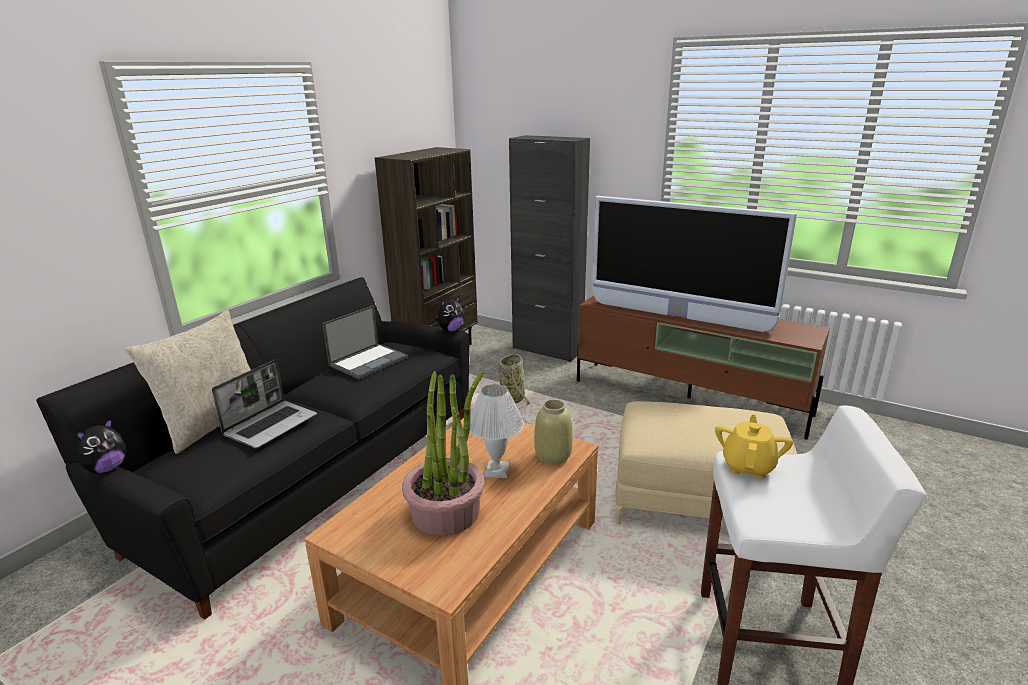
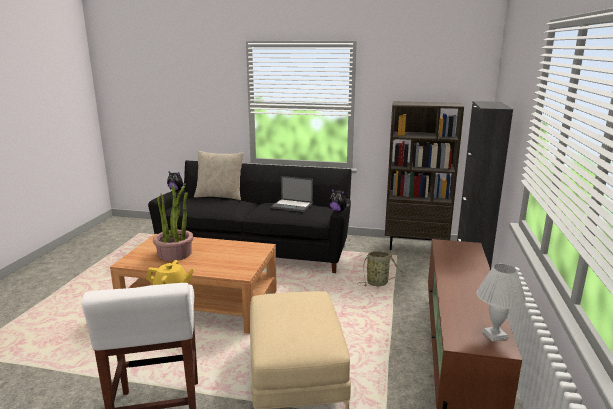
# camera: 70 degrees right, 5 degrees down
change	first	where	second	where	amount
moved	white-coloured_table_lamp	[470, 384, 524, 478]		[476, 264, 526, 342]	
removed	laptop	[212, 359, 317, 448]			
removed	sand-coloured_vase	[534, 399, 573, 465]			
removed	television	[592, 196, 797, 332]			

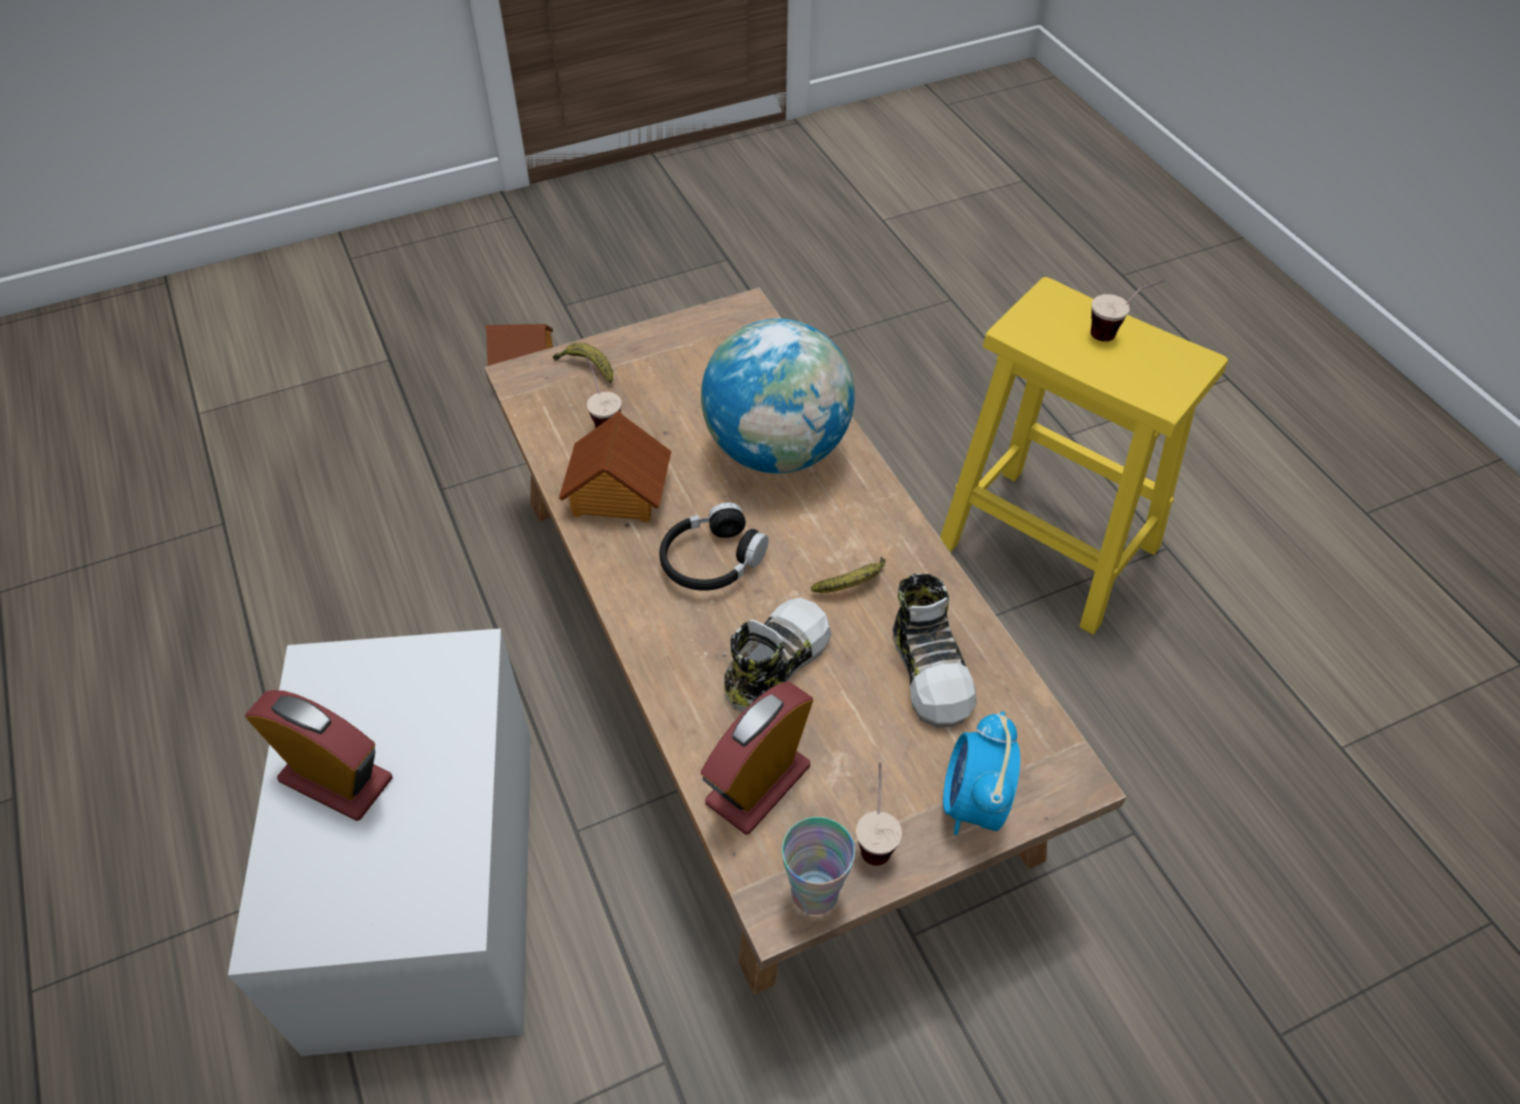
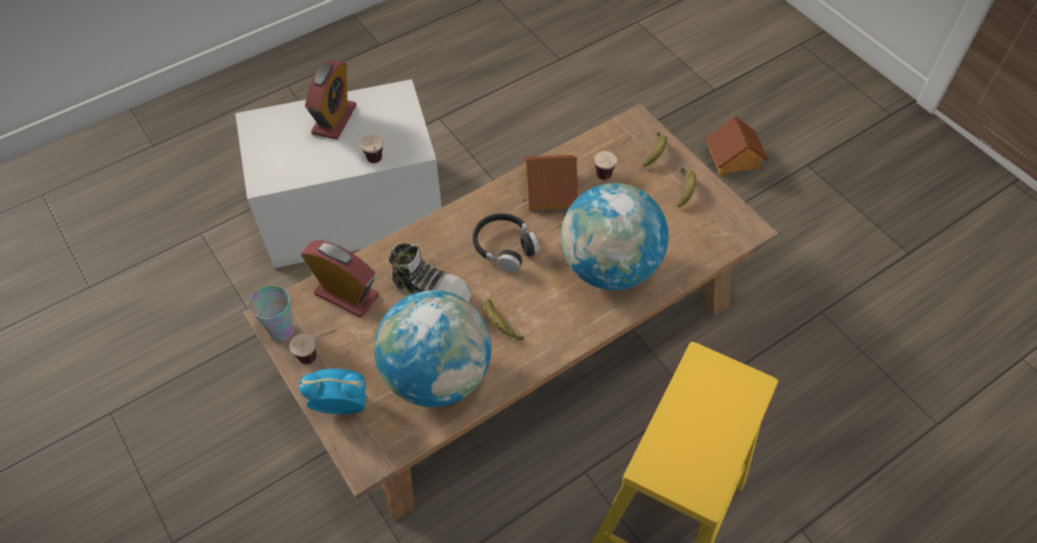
# camera: 80 degrees right, 5 degrees up
change	first	where	second	where	amount
moved	drinking_cup	[1091, 280, 1164, 342]		[360, 135, 383, 163]	
replaced	low_shoe	[893, 573, 977, 728]	globe	[374, 290, 491, 407]	
added			whole_banana	[678, 168, 696, 207]	

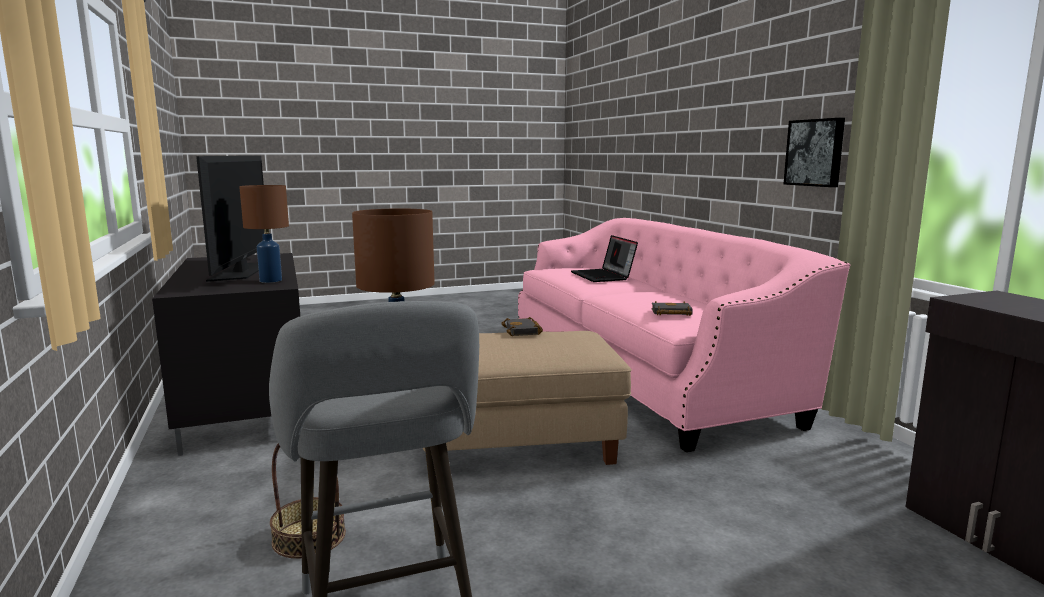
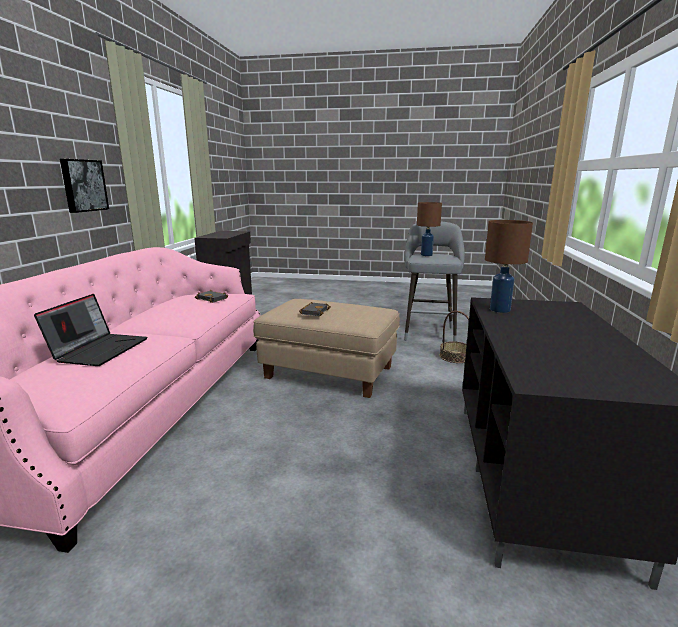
# camera: 150 degrees left, 5 degrees up
change	first	where	second	where	amount
removed	television	[196, 156, 264, 282]			

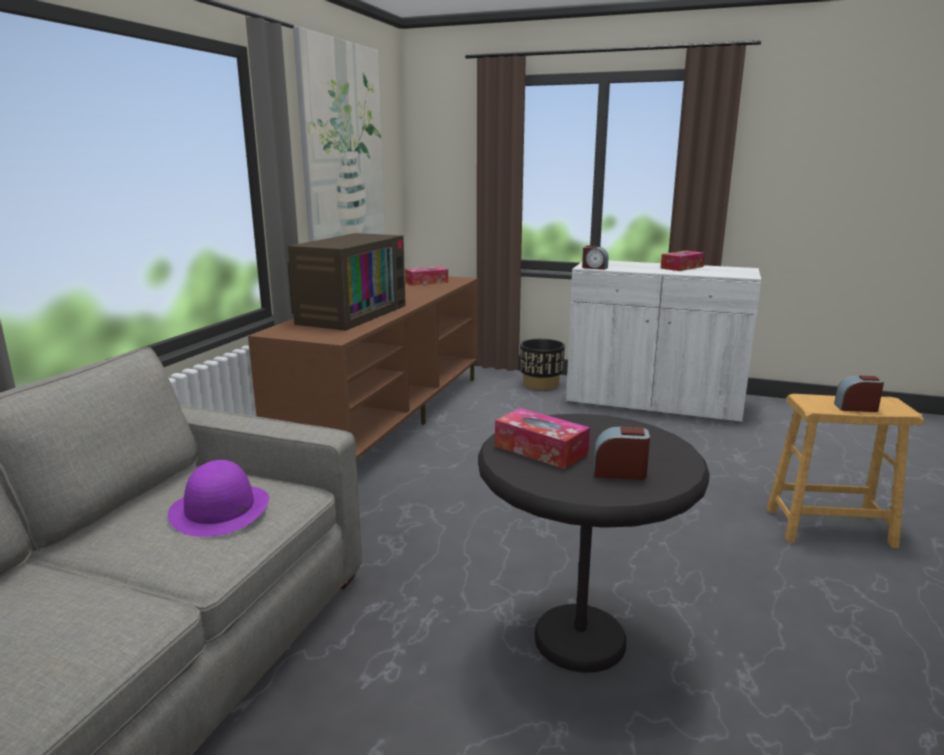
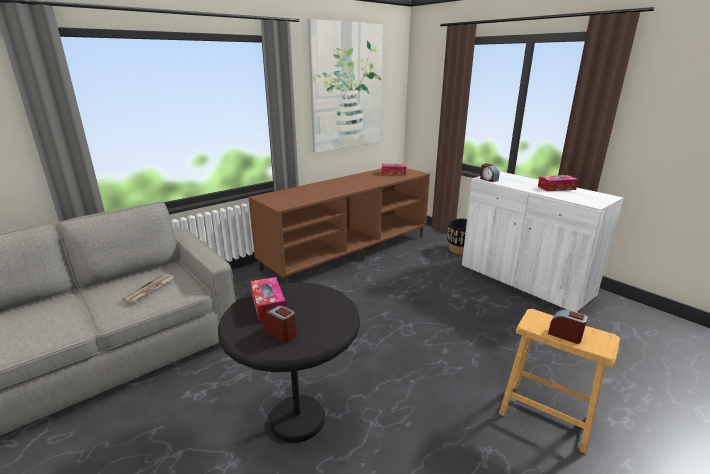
# camera: 30 degrees right, 5 degrees up
change	first	where	second	where	amount
replaced	purple-coloured_wearable_hat	[168, 460, 269, 537]	daily_paper	[122, 274, 174, 303]	
removed	television	[288, 233, 406, 331]			

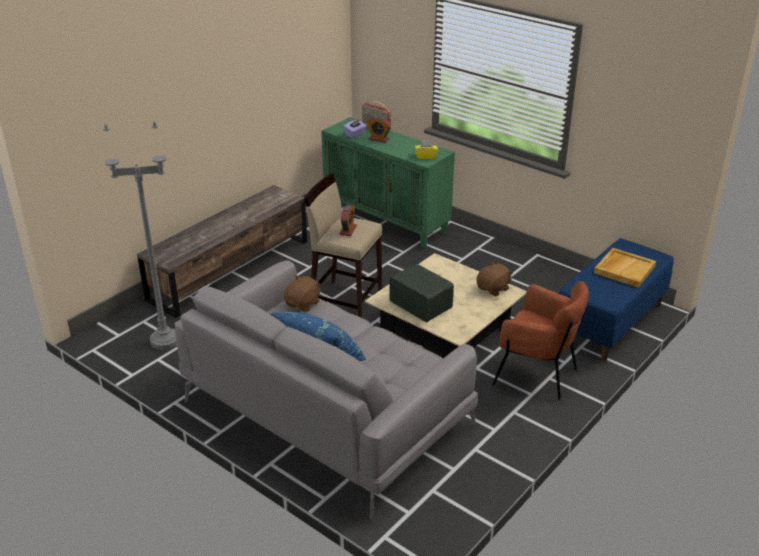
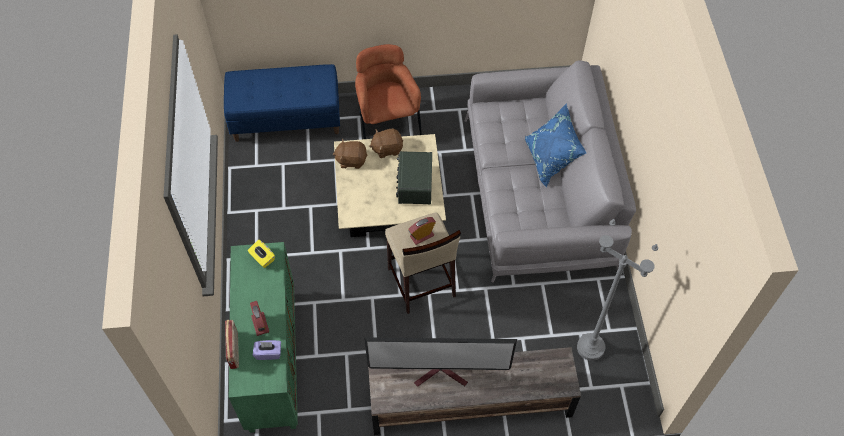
# camera: 135 degrees left, 25 degrees up
change	first	where	second	where	amount
added			television	[364, 337, 517, 387]	
moved	brownish_plush_toy	[284, 276, 321, 312]		[369, 129, 403, 158]	
removed	sand-coloured_carrying_tray	[594, 248, 656, 288]			

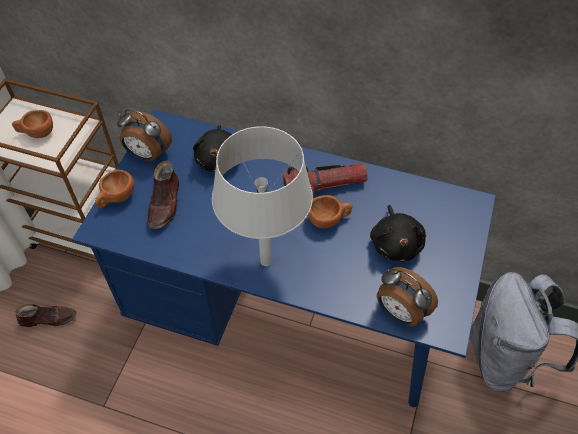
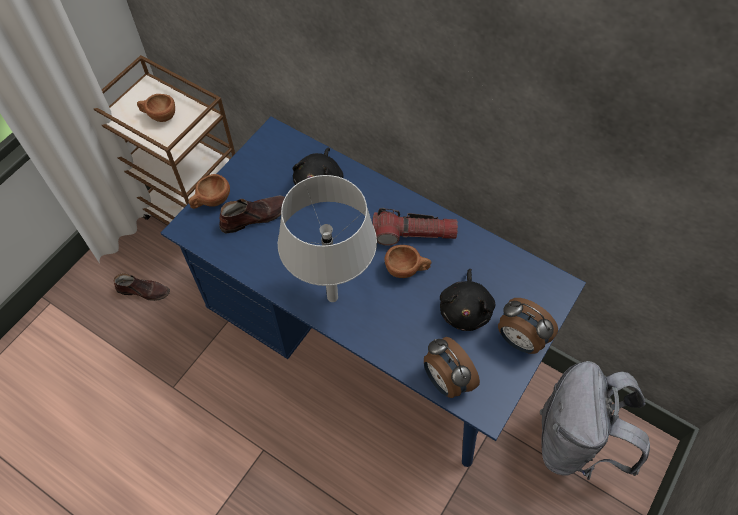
# camera: 15 degrees right, 5 degrees up
change	first	where	second	where	amount
turned	brownish_low_shoe	[147, 161, 179, 229]		[219, 195, 285, 234]	135 degrees counterclockwise
moved	alarm_clock	[117, 109, 172, 161]		[498, 298, 558, 354]	

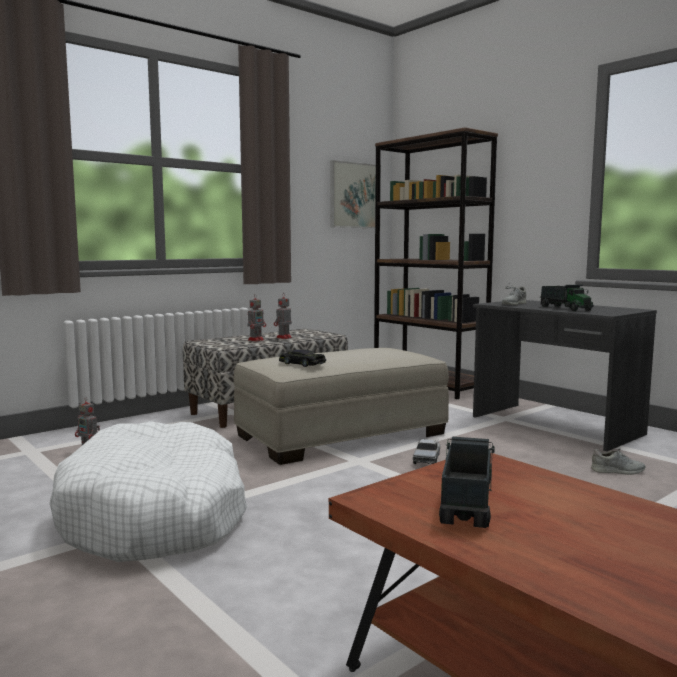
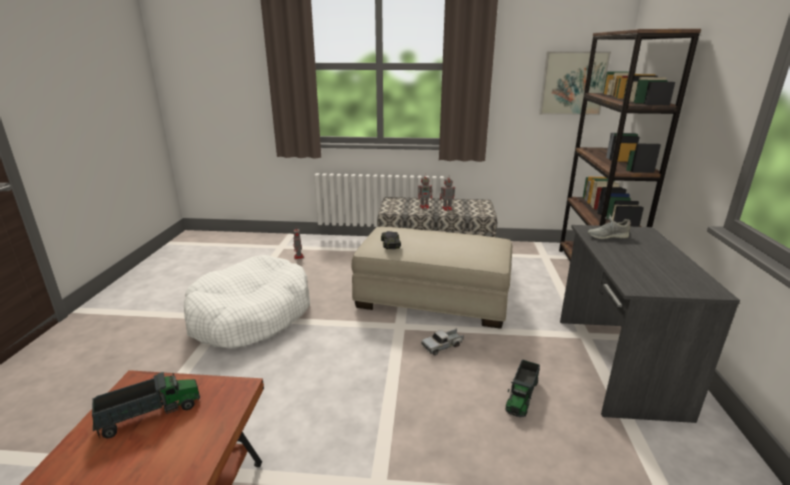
# camera: 45 degrees right, 15 degrees up
change	first	where	second	where	amount
moved	model_truck	[541, 285, 593, 311]		[506, 360, 540, 417]	
removed	greyish_low_shoe	[591, 449, 646, 475]			

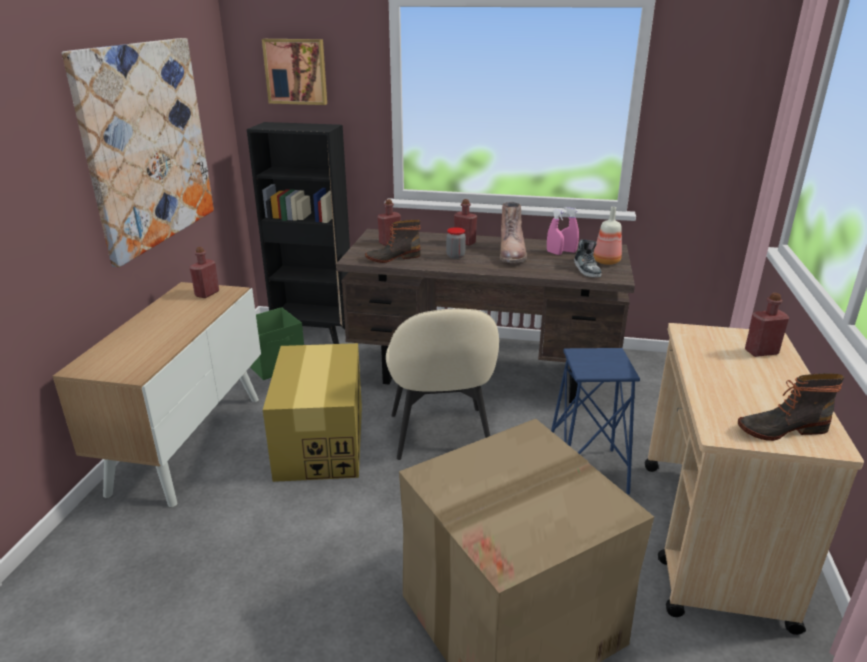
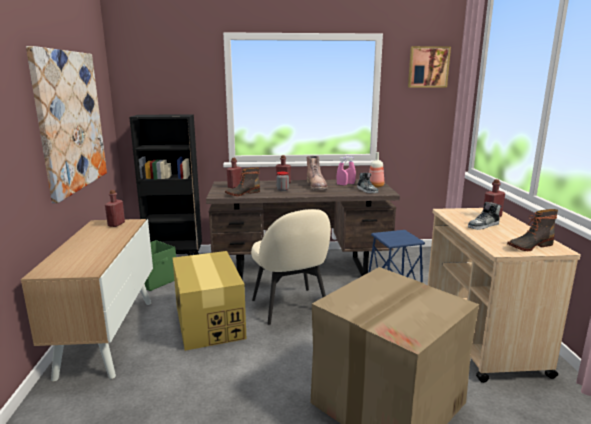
# camera: 15 degrees left, 10 degrees down
change	first	where	second	where	amount
moved	picture	[262, 39, 327, 105]		[408, 46, 451, 88]	
added			low_shoe	[468, 202, 502, 230]	

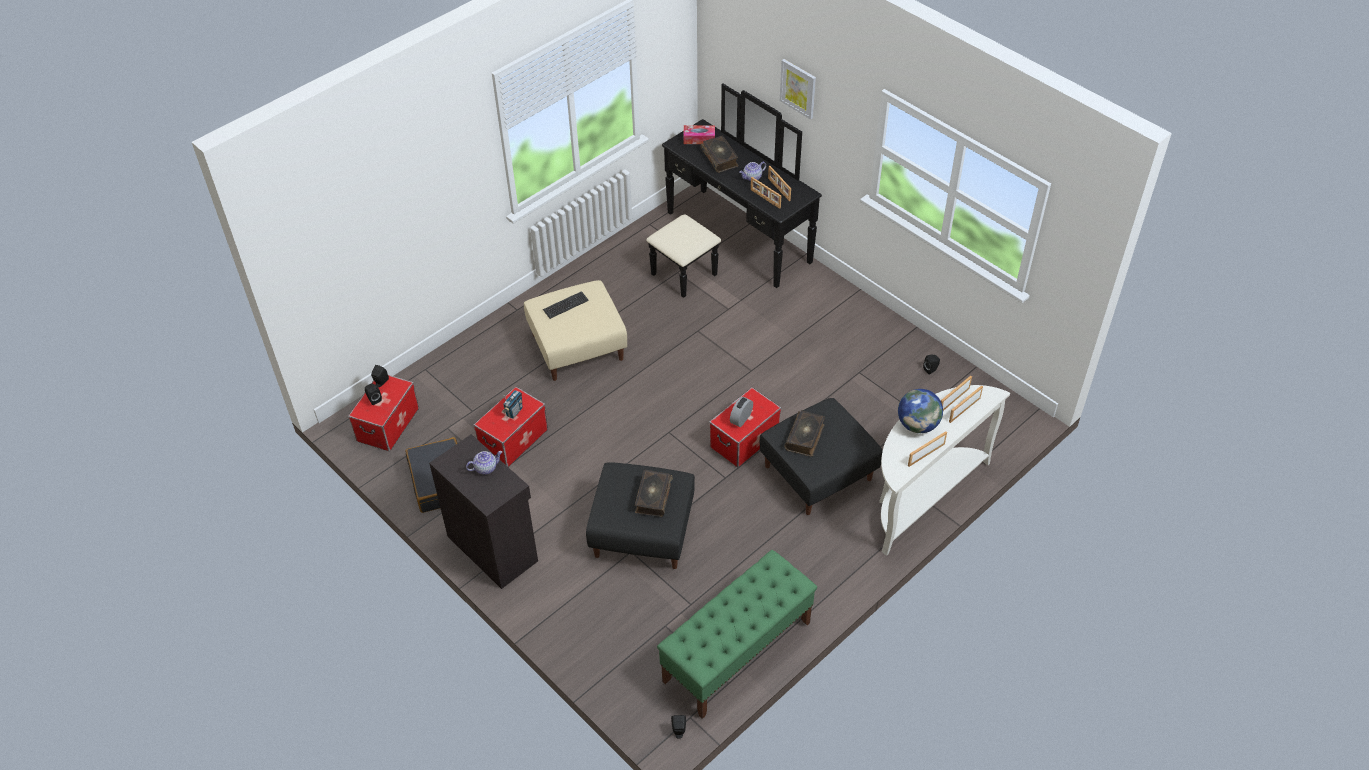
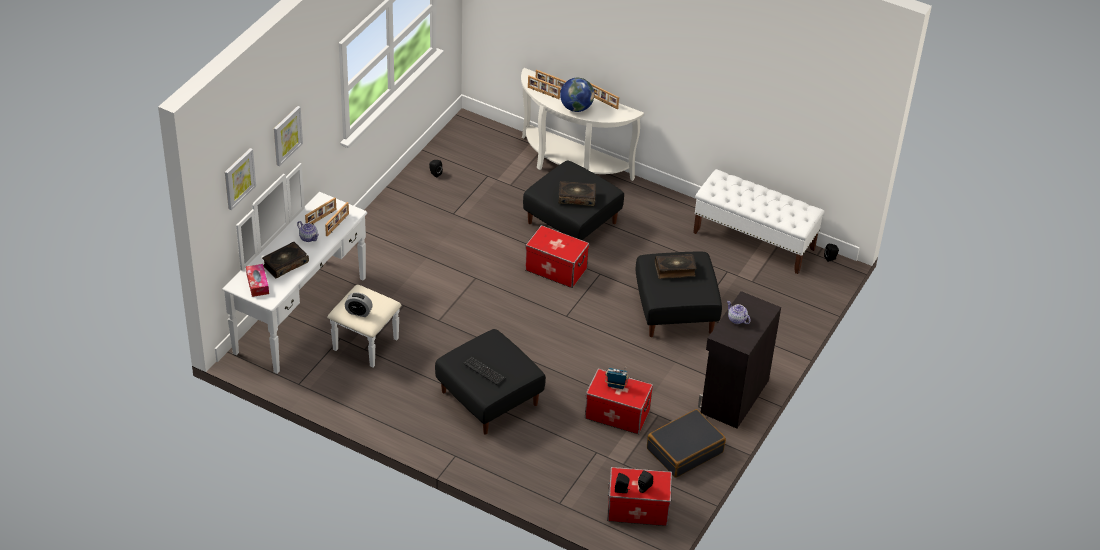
# camera: 110 degrees left, 5 degrees down
change	first	where	second	where	amount
recoloured	blackish_dresser	[646, 83, 822, 298]	white-coloured_dresser	[222, 163, 401, 374]	
added			picture	[225, 148, 256, 210]	
moved	alarm_clock	[730, 397, 753, 427]		[345, 292, 373, 317]	
recoloured	sand-coloured_footrest	[524, 280, 627, 381]	blackish_footrest	[435, 329, 546, 435]	
recoloured	green_long_seat	[657, 550, 817, 719]	white-coloured_long_seat	[693, 169, 824, 274]	

